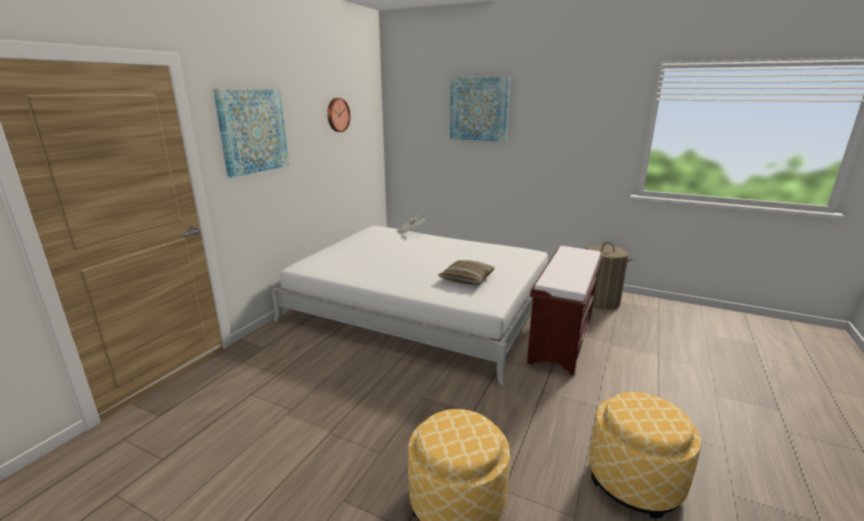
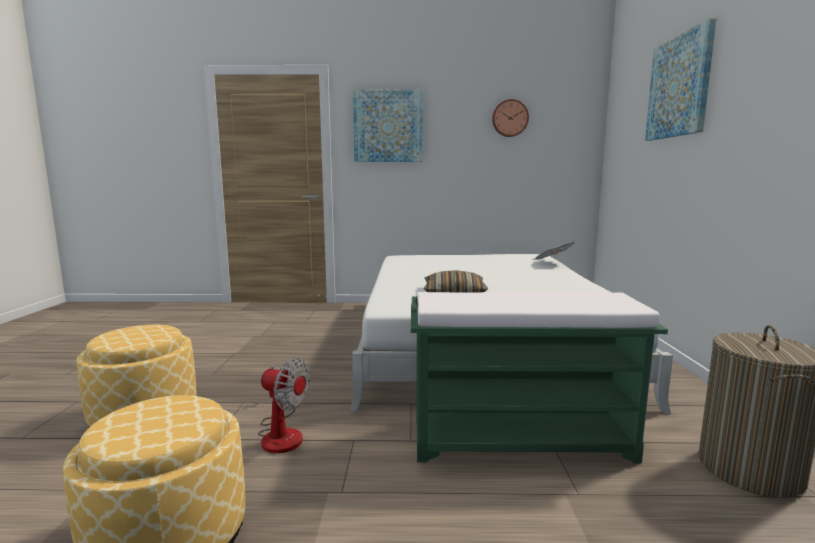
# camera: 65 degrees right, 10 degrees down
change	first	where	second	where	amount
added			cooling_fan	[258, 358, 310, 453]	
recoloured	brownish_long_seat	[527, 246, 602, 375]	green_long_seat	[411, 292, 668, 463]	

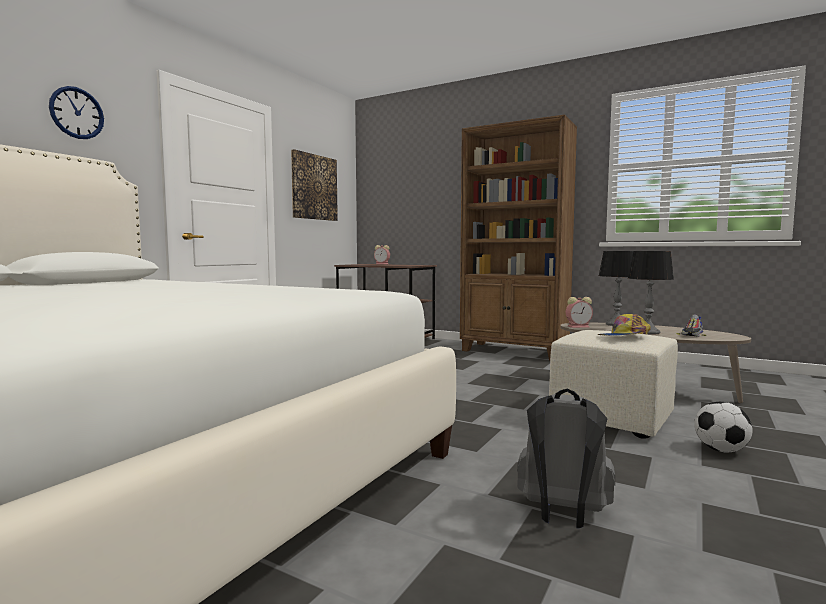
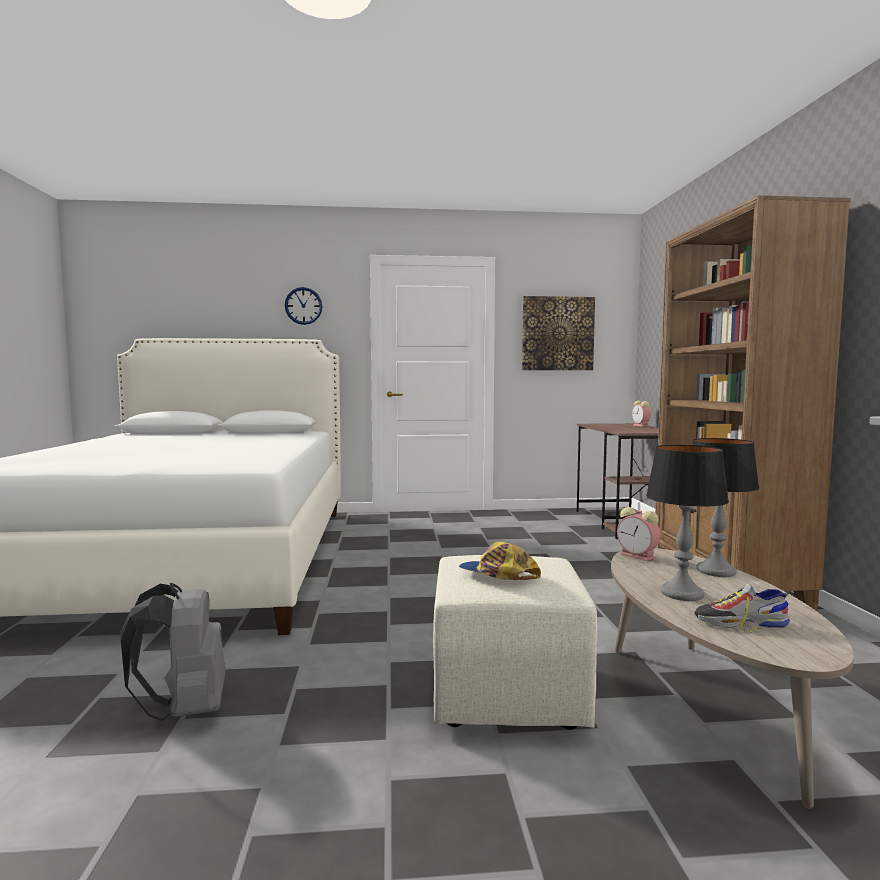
# camera: 55 degrees right, 0 degrees up
change	first	where	second	where	amount
removed	football_ball	[694, 402, 753, 452]			

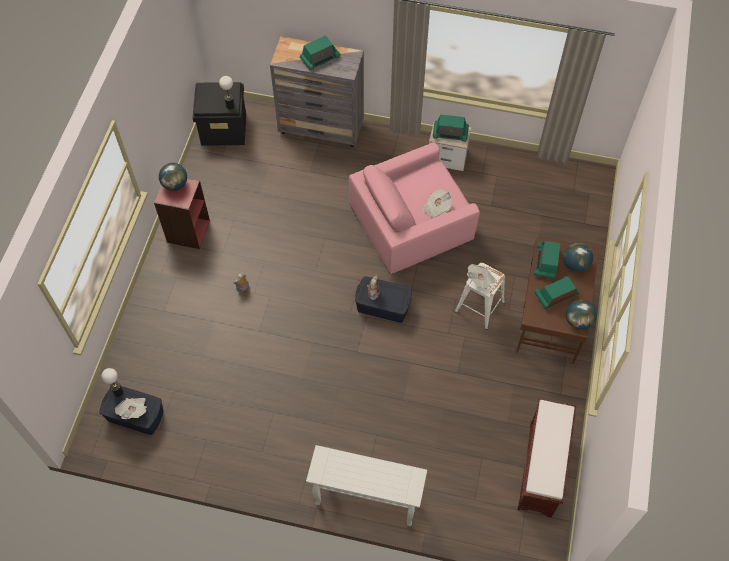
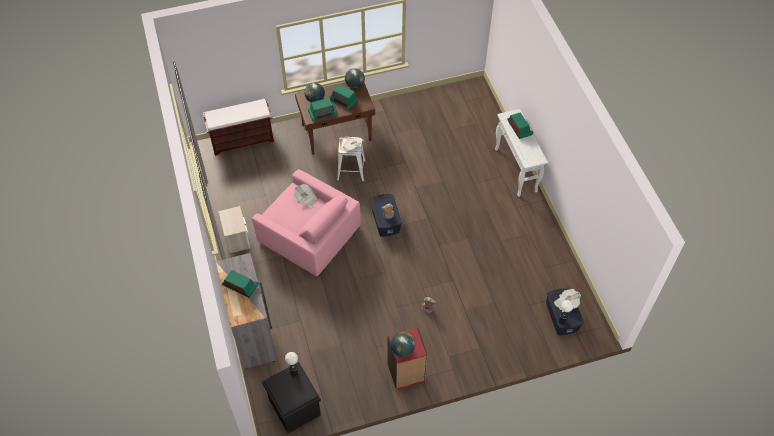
# camera: 120 degrees left, 5 degrees down
change	first	where	second	where	amount
moved	brownish_long_seat	[517, 399, 576, 518]		[203, 98, 274, 156]	
moved	radio_set	[433, 115, 469, 142]		[508, 112, 533, 139]	

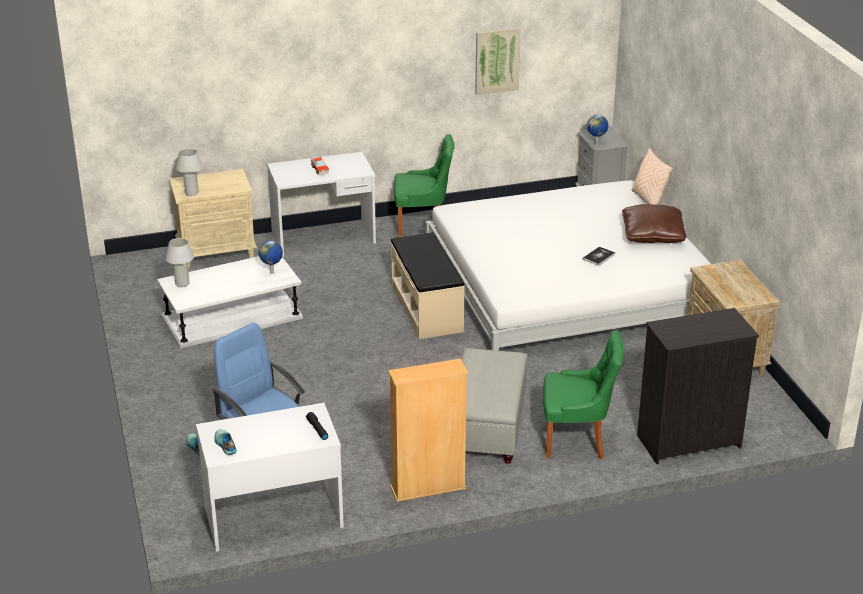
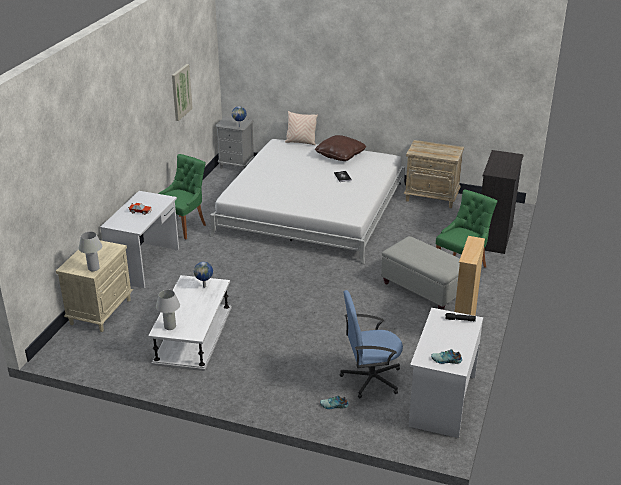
# camera: 55 degrees left, 0 degrees up
change	first	where	second	where	amount
removed	sand-coloured_long_seat	[390, 232, 465, 339]			

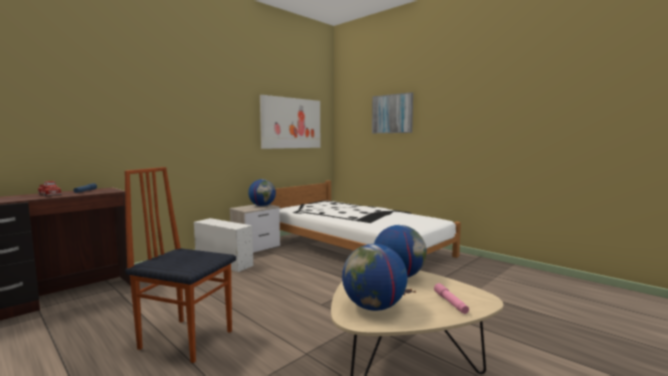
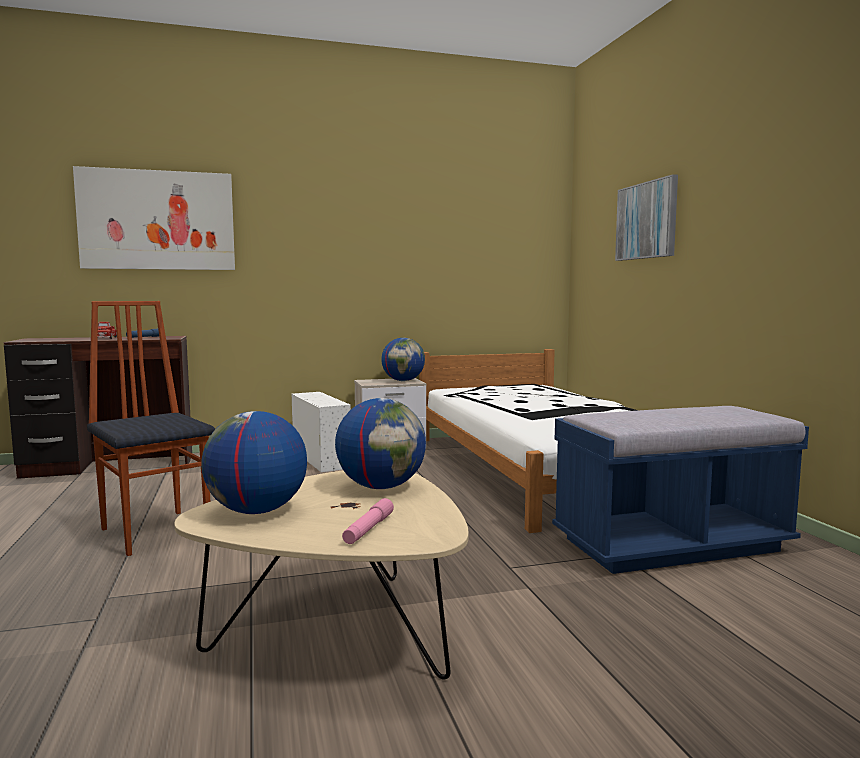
# camera: 30 degrees right, 0 degrees up
change	first	where	second	where	amount
moved	picture	[260, 95, 320, 149]		[73, 166, 235, 270]	
added			blue-coloured_long_seat	[552, 406, 809, 574]	

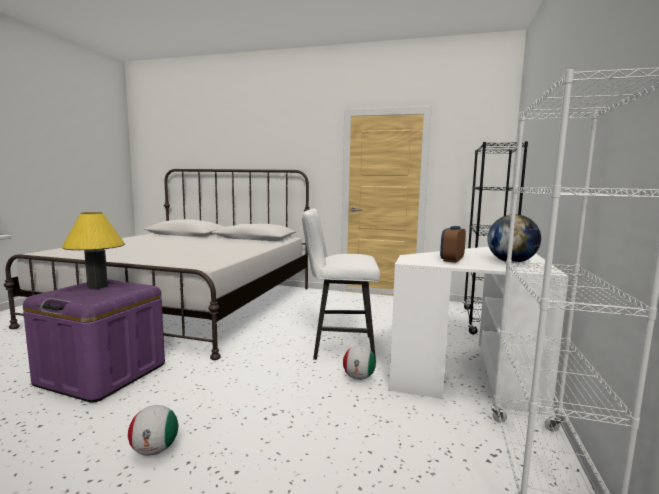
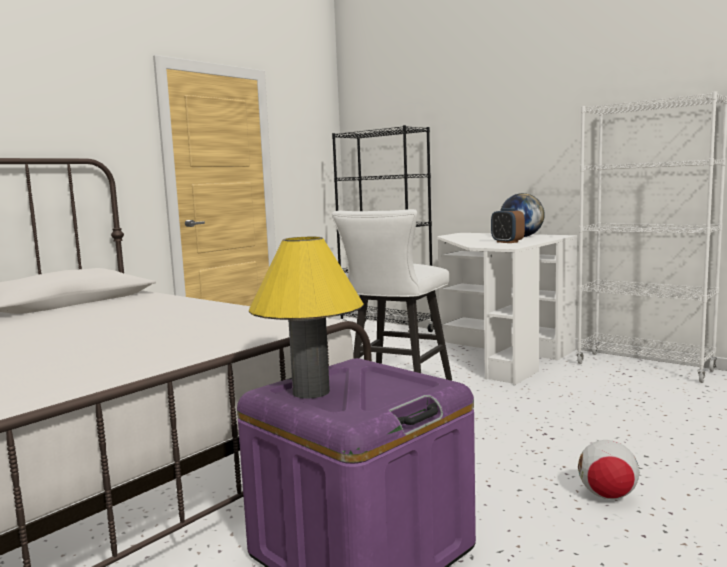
# camera: 65 degrees left, 0 degrees up
change	first	where	second	where	amount
removed	football_ball	[343, 346, 376, 380]			

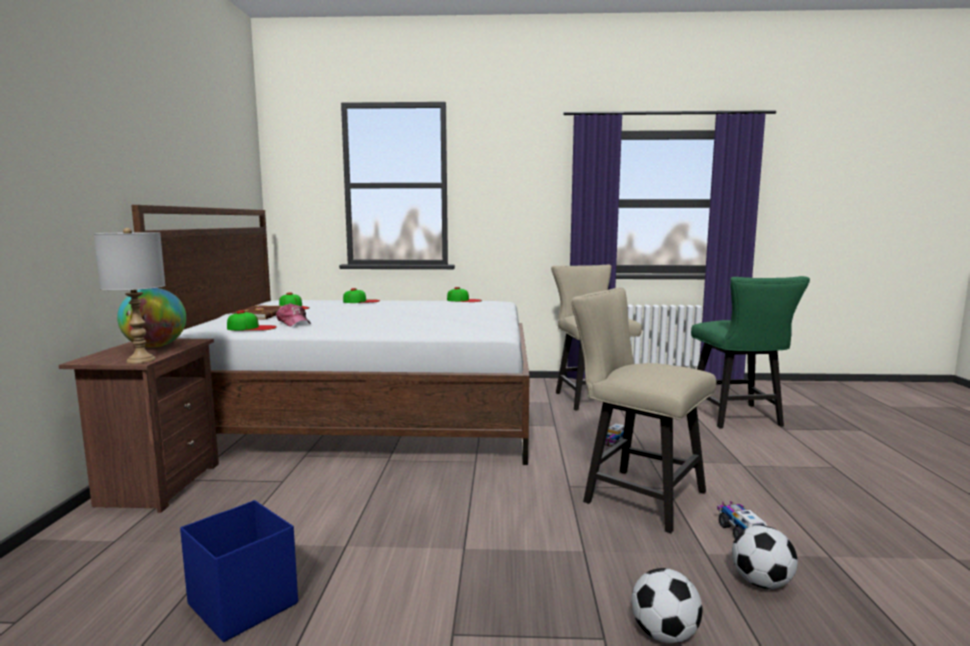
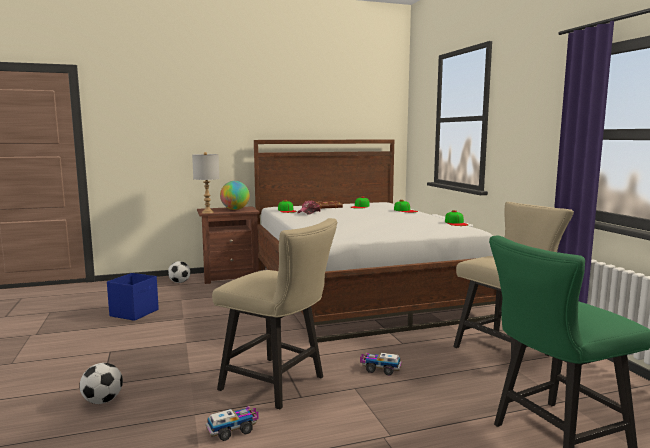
# camera: 70 degrees right, 0 degrees up
change	first	where	second	where	amount
moved	football_ball	[732, 525, 798, 589]		[168, 261, 191, 283]	
turned	sand-coloured_plain_chair	[571, 287, 716, 533]		[212, 218, 337, 409]	105 degrees clockwise

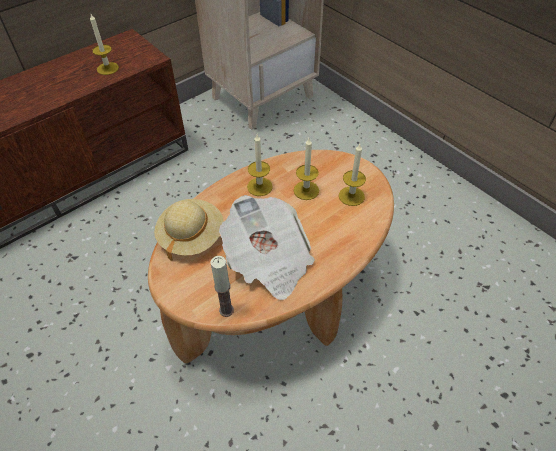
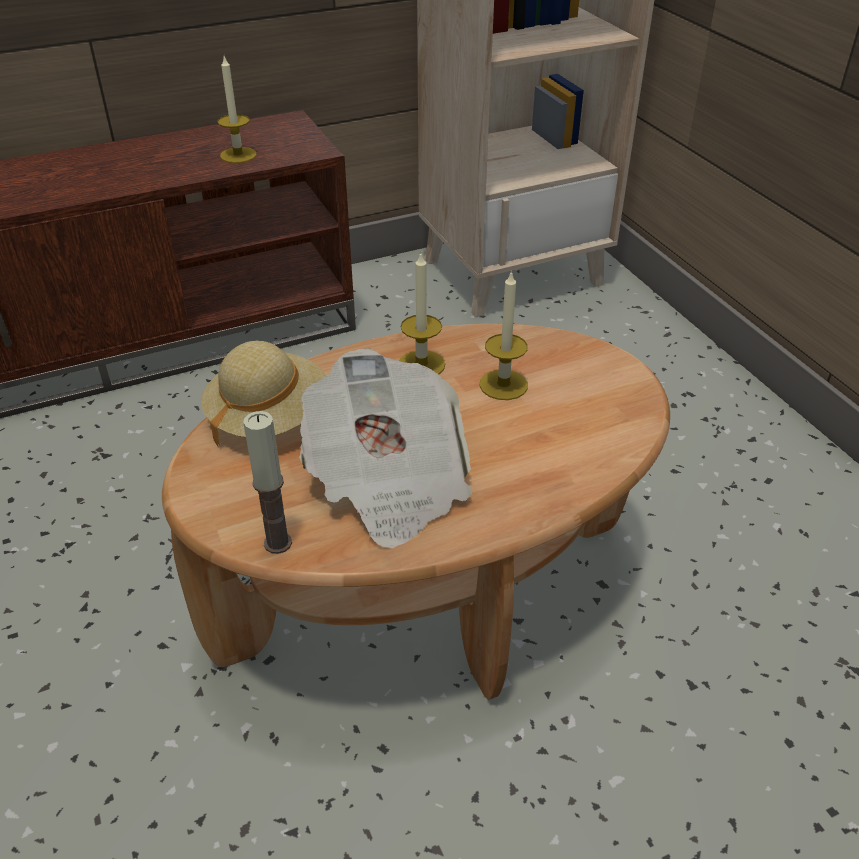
# camera: 15 degrees right, 10 degrees down
change	first	where	second	where	amount
removed	wax_candle	[339, 144, 366, 206]			

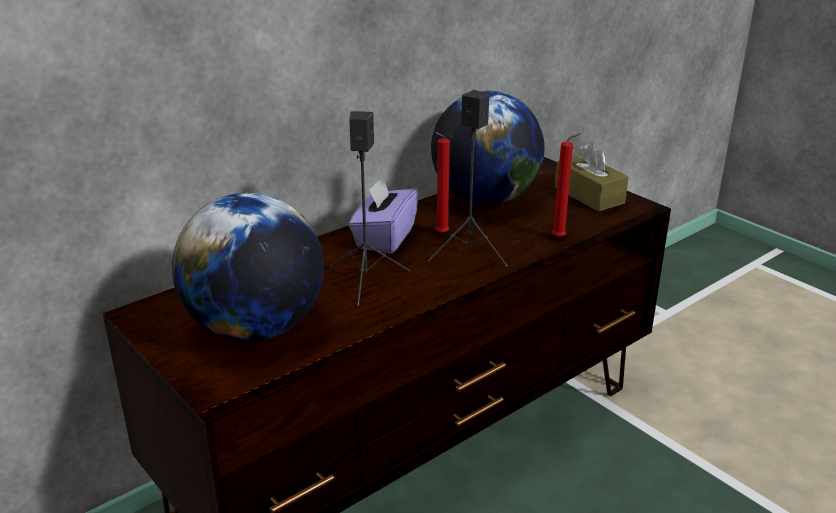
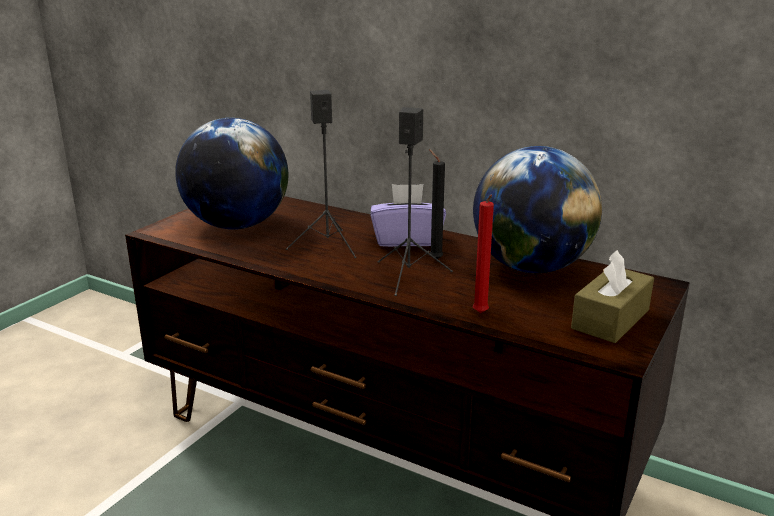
# camera: 70 degrees right, 5 degrees down
change	first	where	second	where	amount
recoloured	reddish_wax_candle	[434, 131, 450, 234]	blackish_wax_candle	[429, 149, 445, 259]	

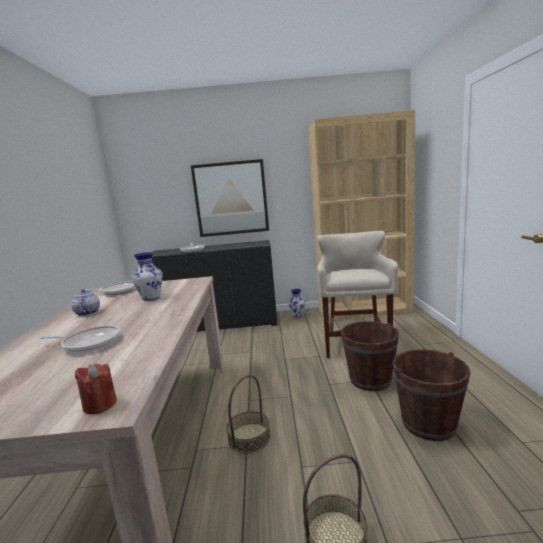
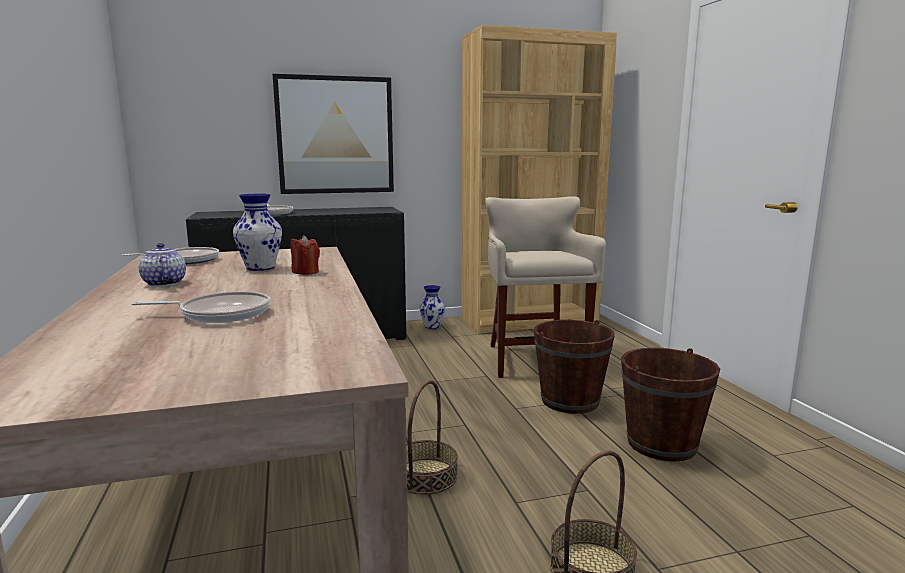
# camera: 15 degrees left, 0 degrees up
change	first	where	second	where	amount
moved	reddish_wax_candle	[75, 363, 117, 414]		[291, 235, 320, 275]	

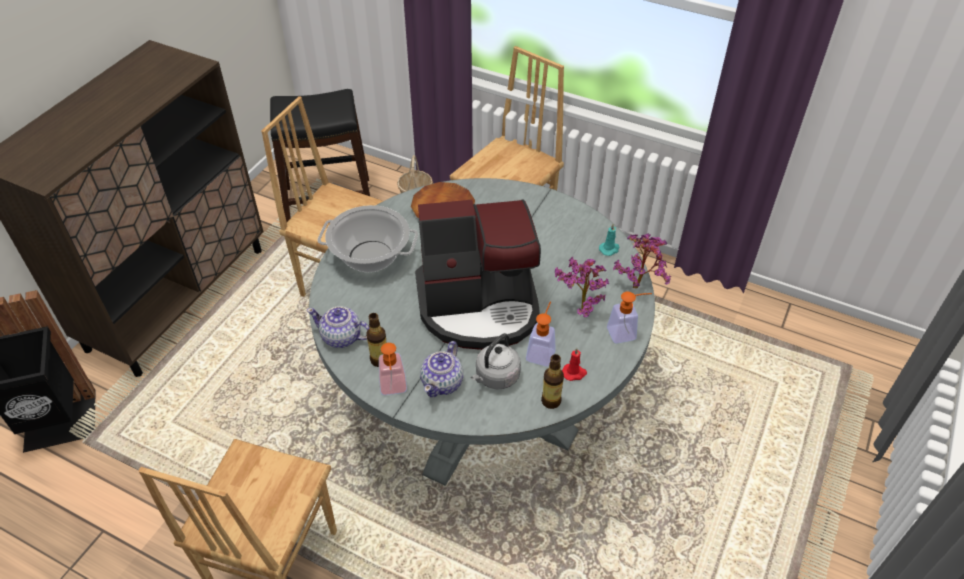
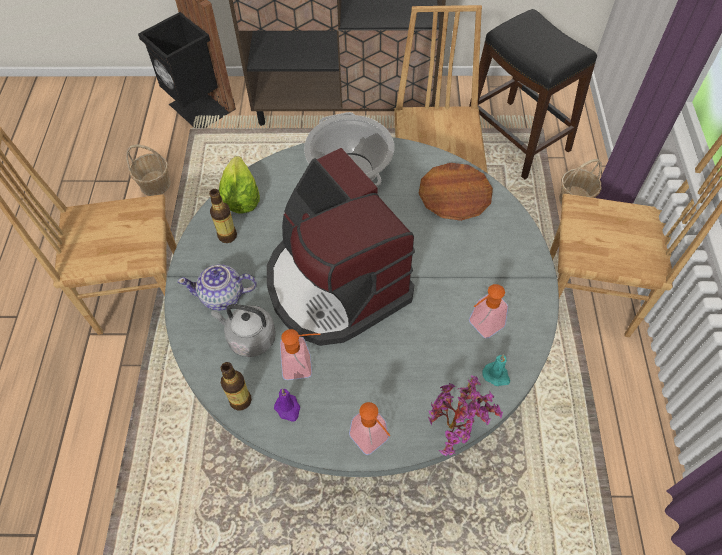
# camera: 65 degrees right, 10 degrees up
change	first	where	second	where	amount
added			basket	[126, 144, 171, 196]	
replaced	tea_pot	[307, 306, 369, 348]	lettuce_head	[219, 156, 260, 213]	
recoloured	reddish_wax_candle	[562, 348, 587, 381]	purple-coloured_wax_candle	[274, 389, 300, 422]	
moved	soap_bottle	[379, 343, 407, 395]		[469, 284, 508, 339]	
removed	houseplant	[555, 257, 609, 317]			

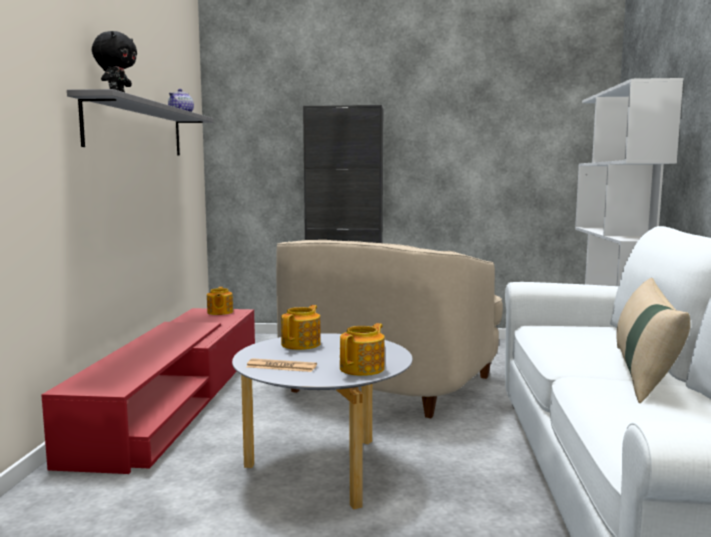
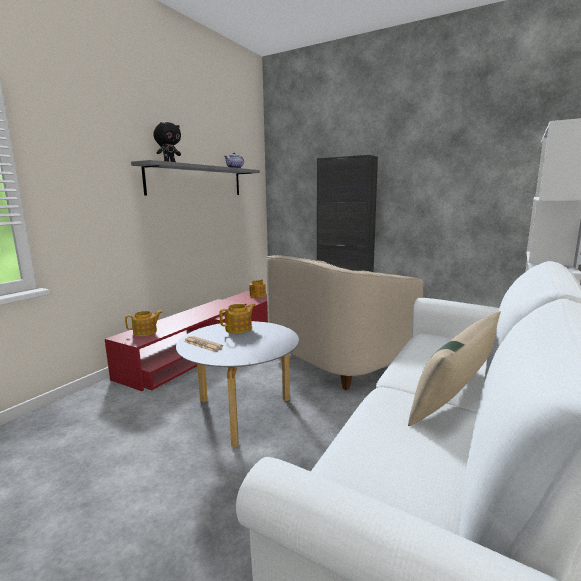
# camera: 25 degrees right, 5 degrees up
change	first	where	second	where	amount
moved	tea_pot	[340, 323, 385, 376]		[125, 311, 162, 336]	

